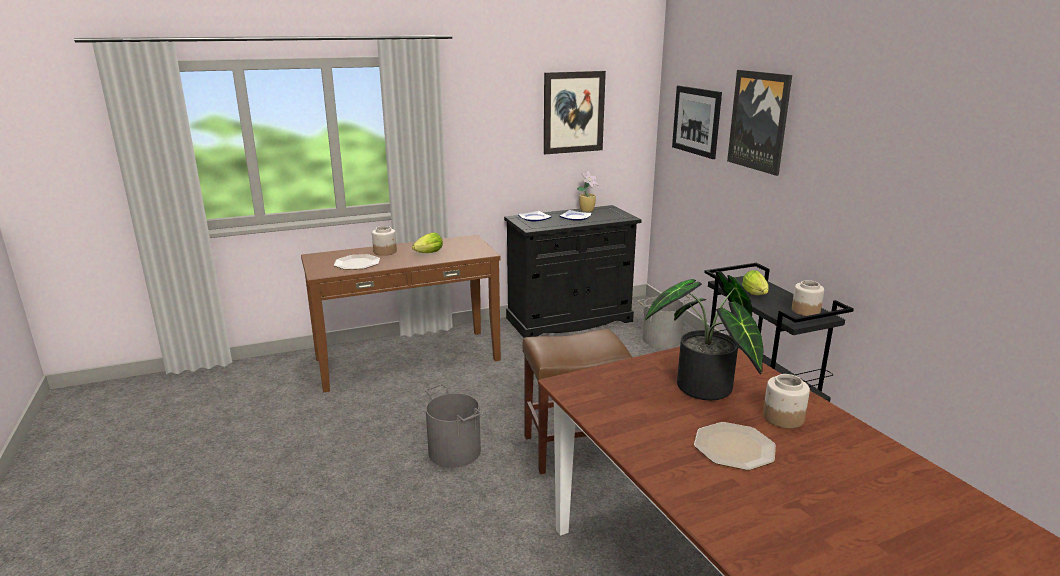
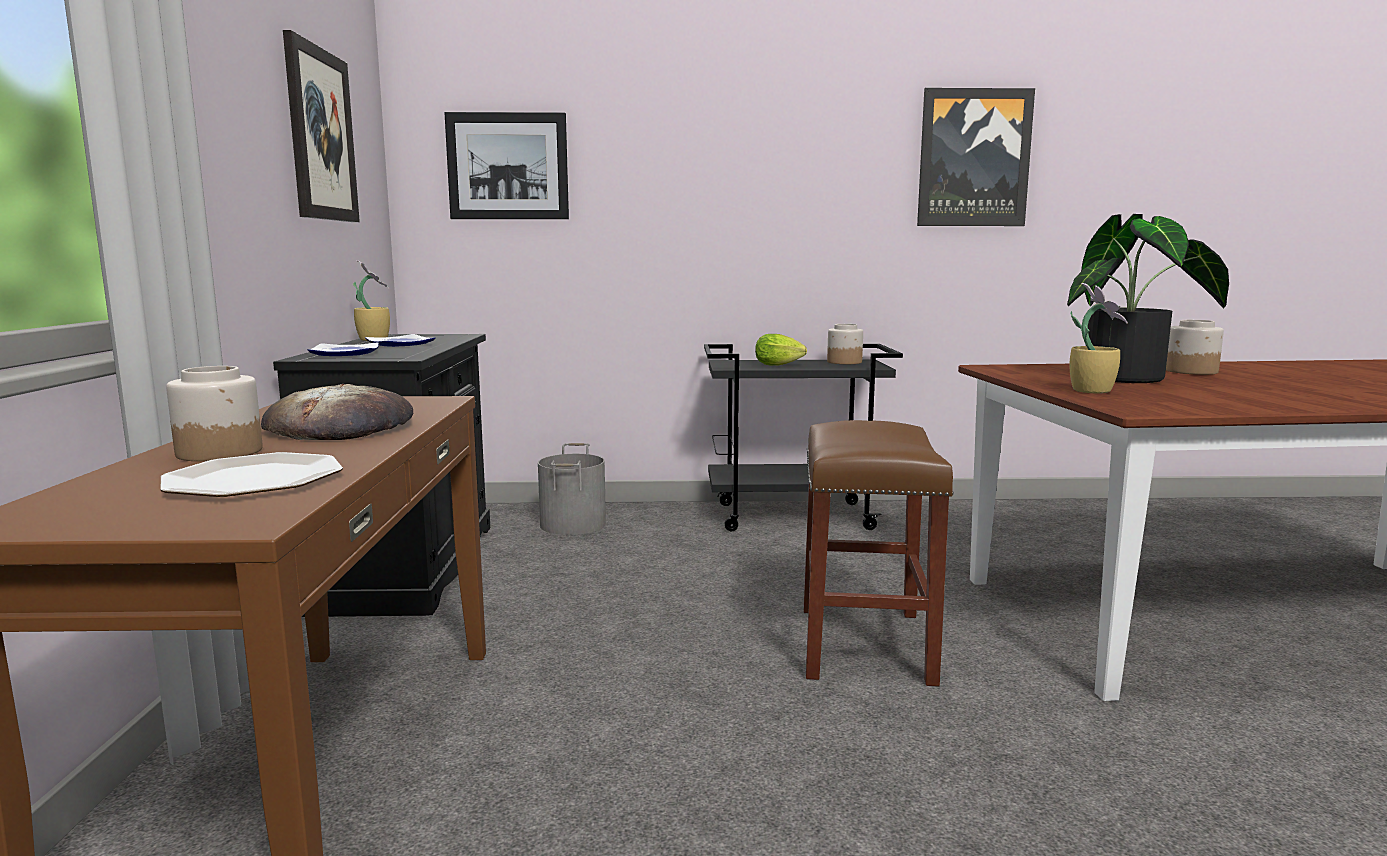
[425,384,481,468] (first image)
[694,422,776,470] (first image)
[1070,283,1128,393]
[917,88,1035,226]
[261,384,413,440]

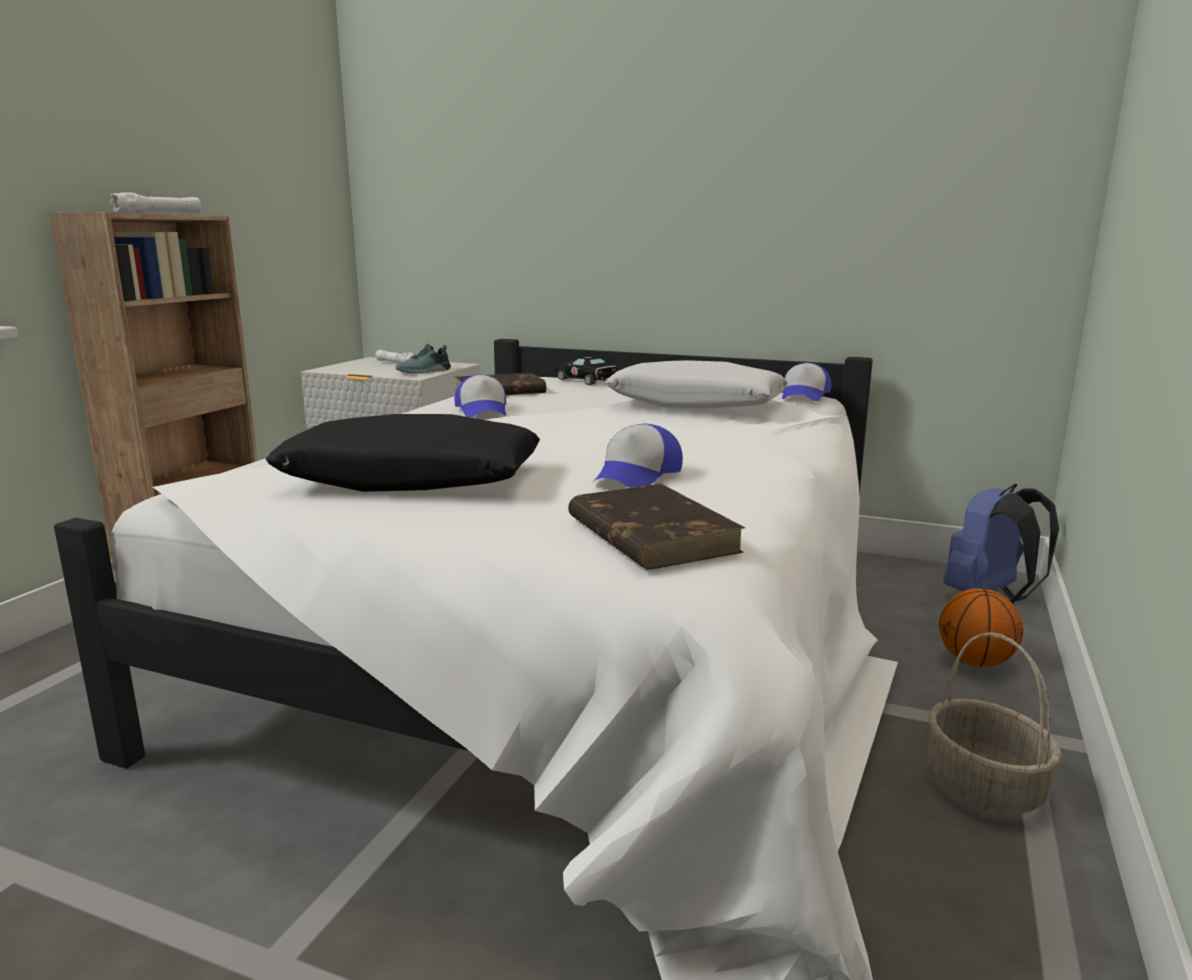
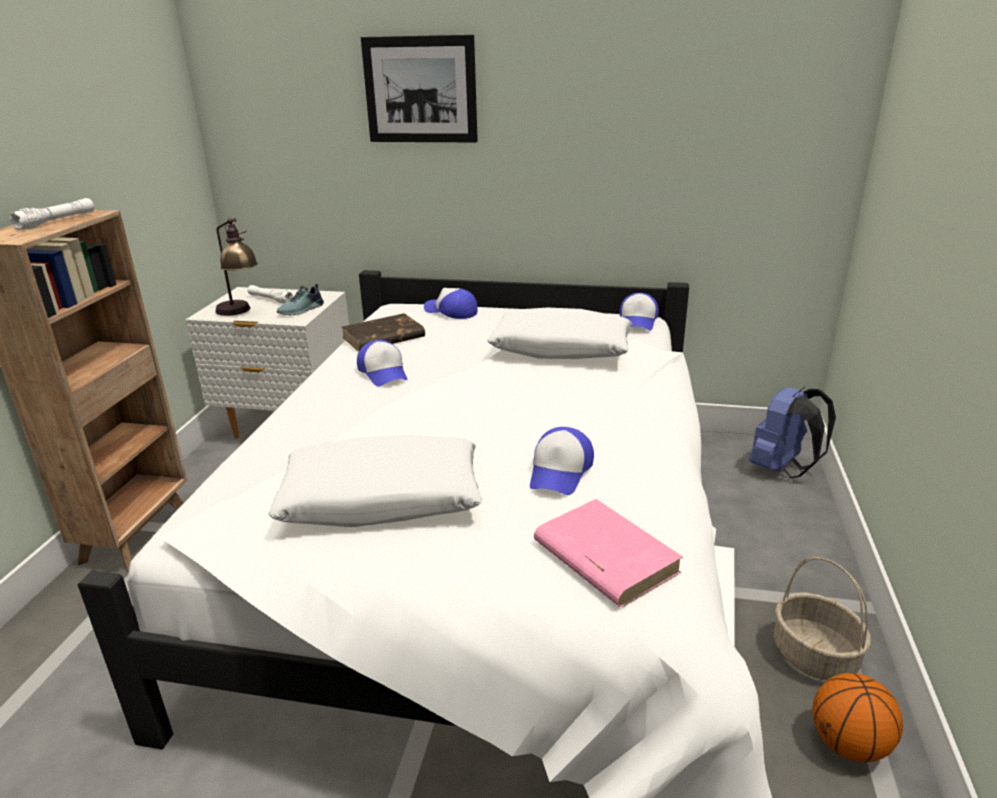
[215,218,258,316]
[361,35,478,142]
[812,673,903,762]
[424,288,478,319]
[268,435,483,527]
[534,499,683,607]

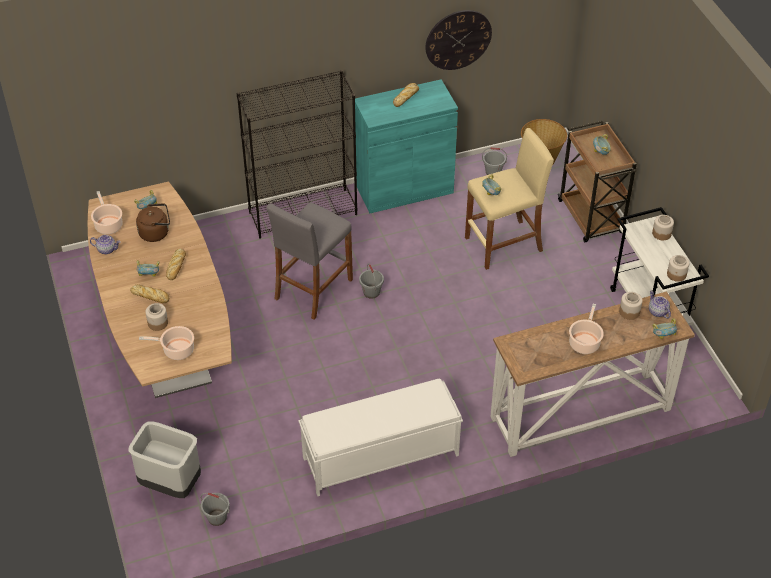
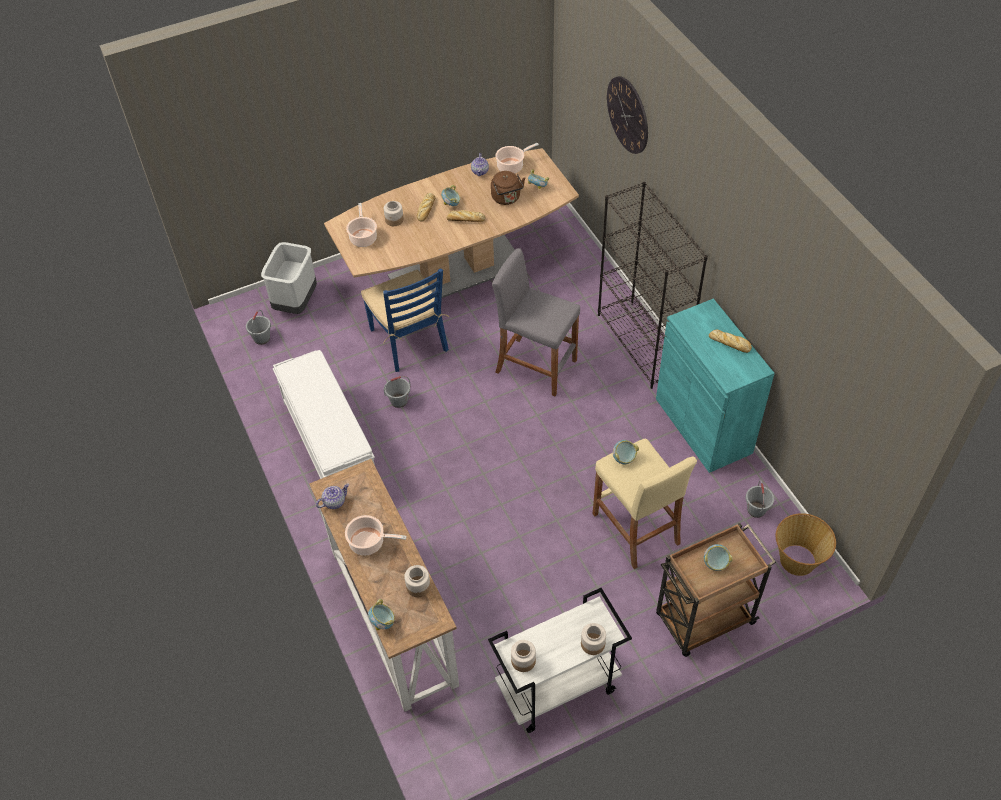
[361,268,449,372]
[383,376,411,408]
[607,76,648,154]
[316,483,349,509]

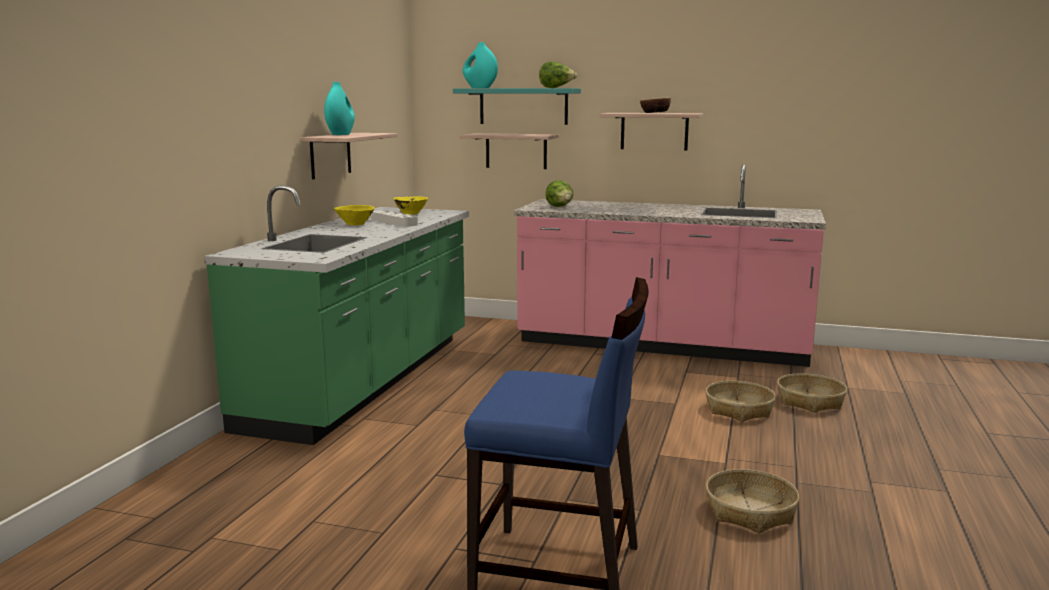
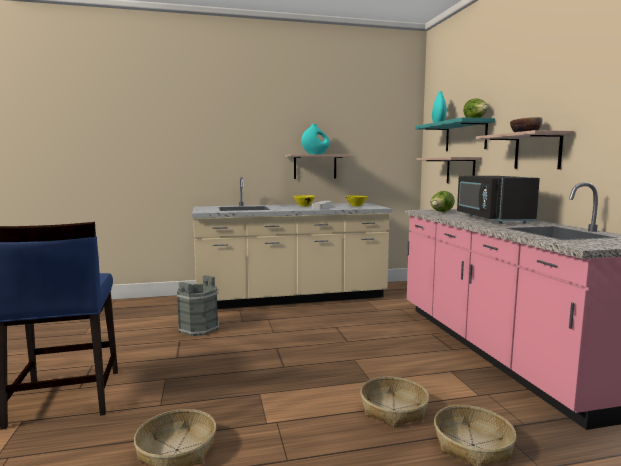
[176,275,220,336]
[457,176,540,224]
[192,177,392,309]

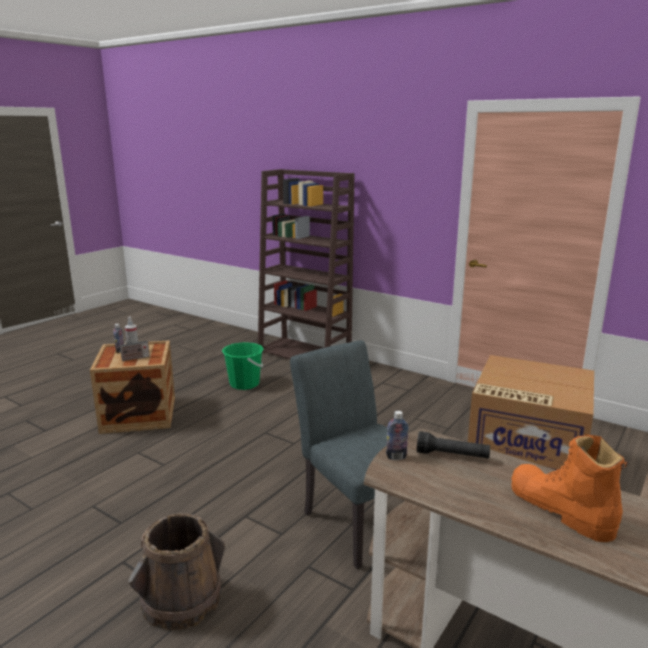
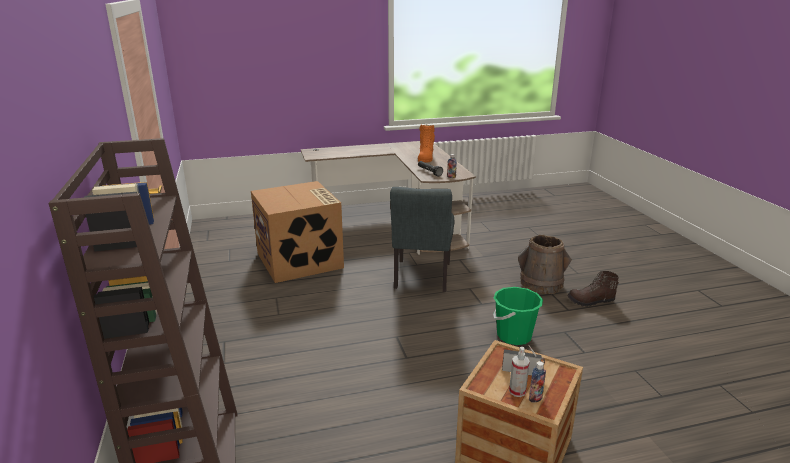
[567,271,619,307]
[493,287,543,345]

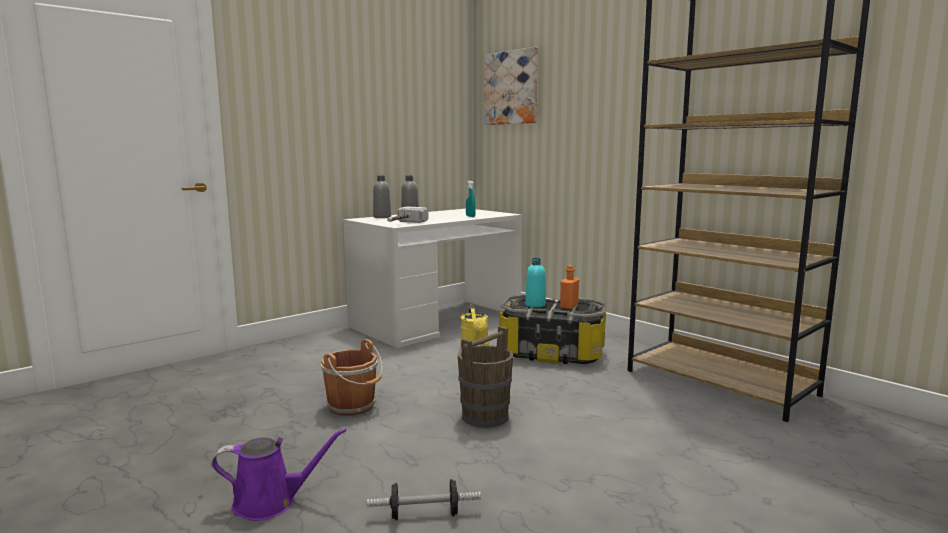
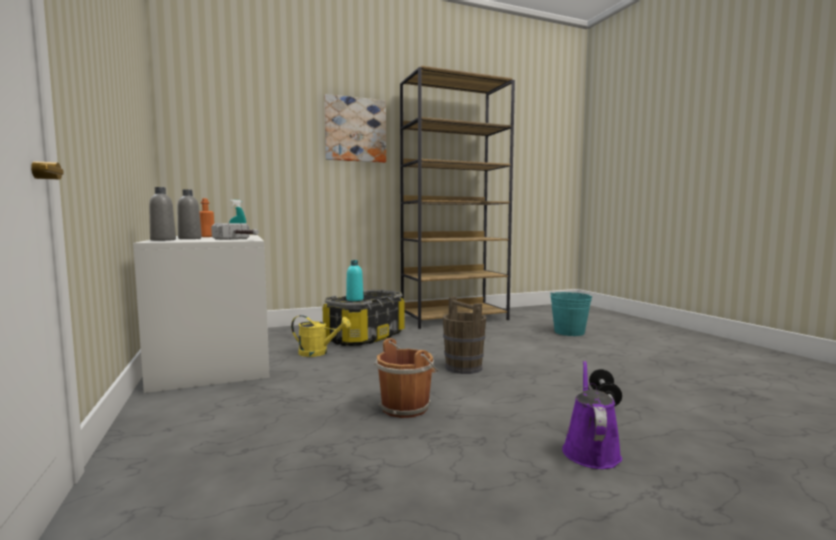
[550,292,592,336]
[324,94,386,163]
[199,198,214,237]

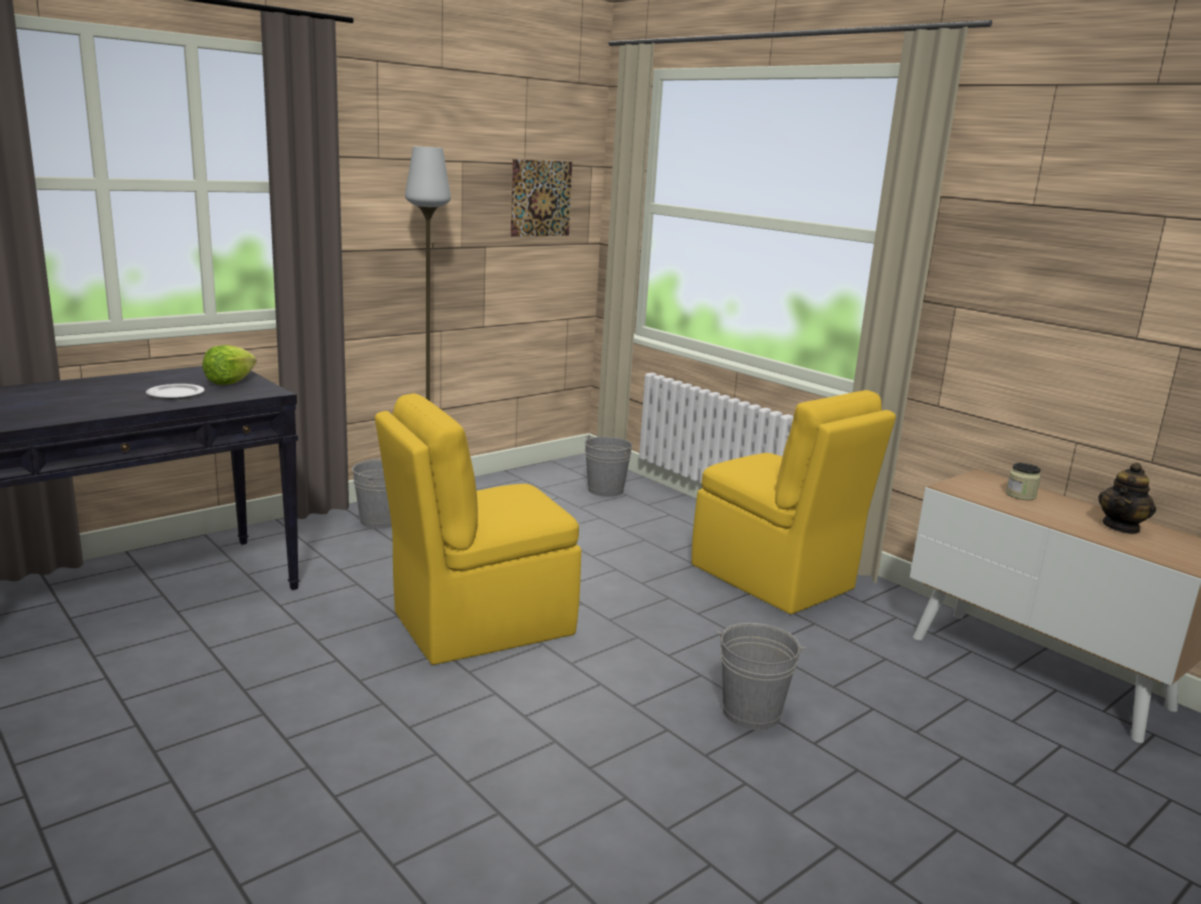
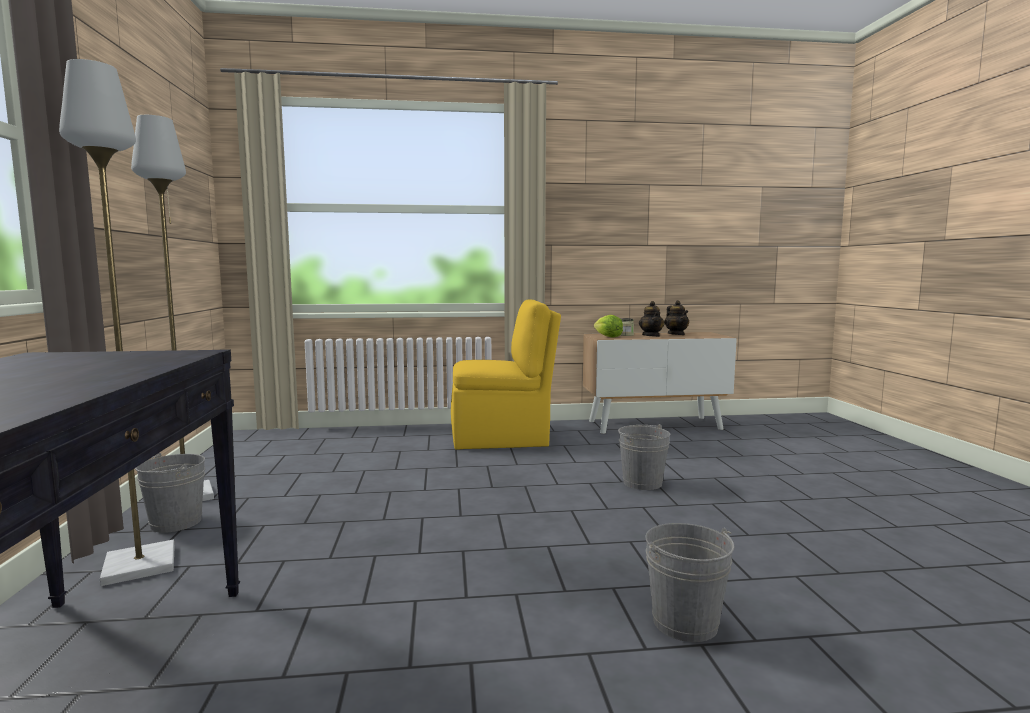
[146,384,205,399] (first image)
[375,393,581,665] (first image)
[511,159,572,237] (first image)
[59,59,175,586]
[639,301,665,337]
[594,315,623,338]
[645,523,734,642]

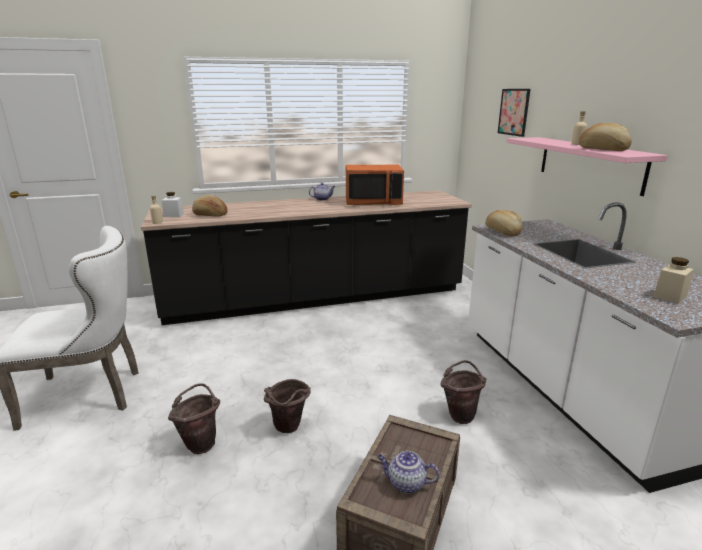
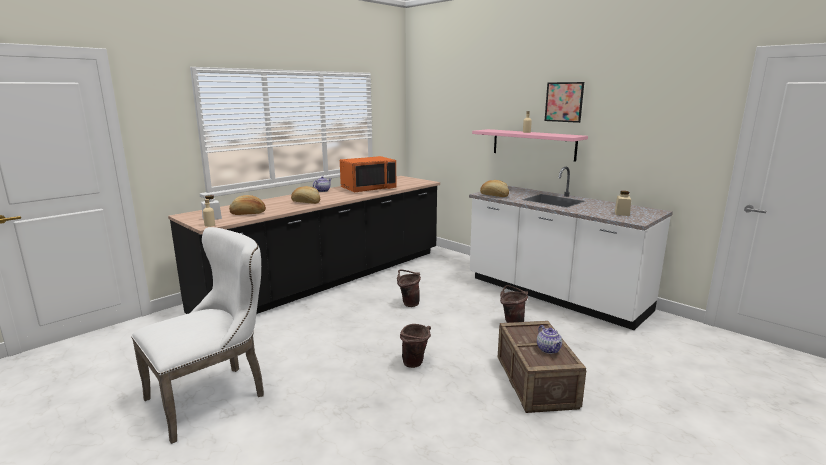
[397,269,421,307]
[545,82,584,123]
[291,186,320,204]
[537,325,562,354]

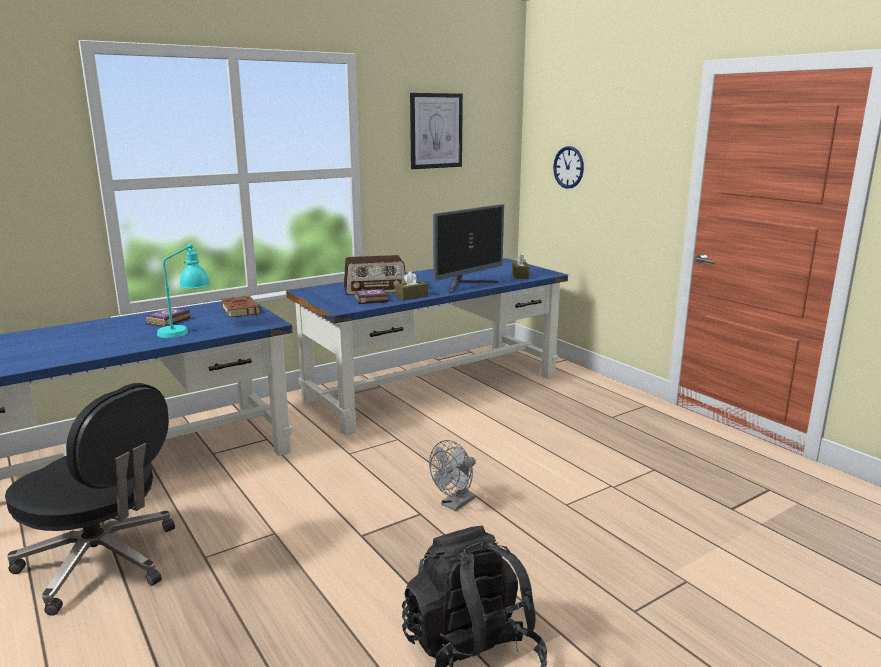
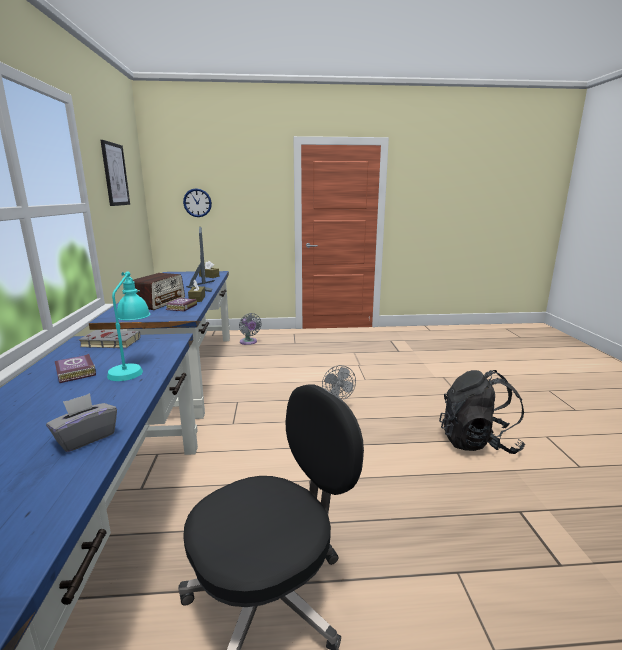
[46,393,117,452]
[239,313,262,345]
[79,330,141,348]

